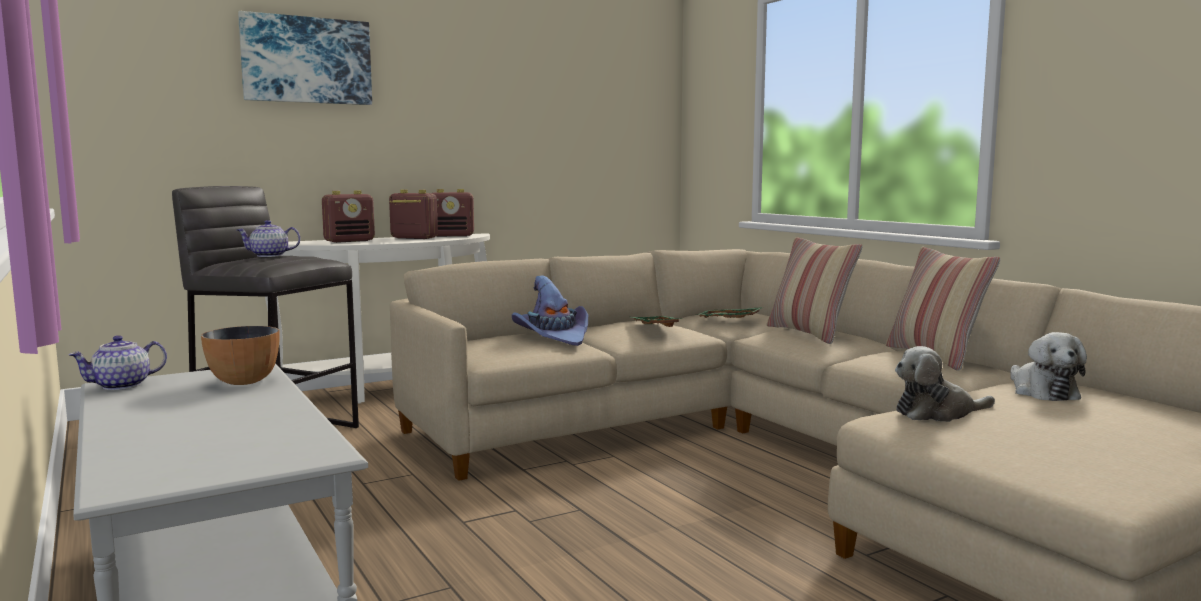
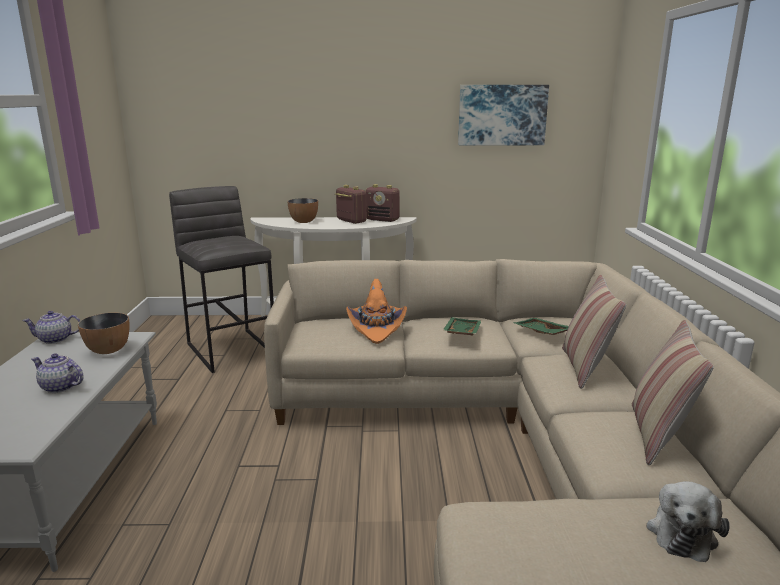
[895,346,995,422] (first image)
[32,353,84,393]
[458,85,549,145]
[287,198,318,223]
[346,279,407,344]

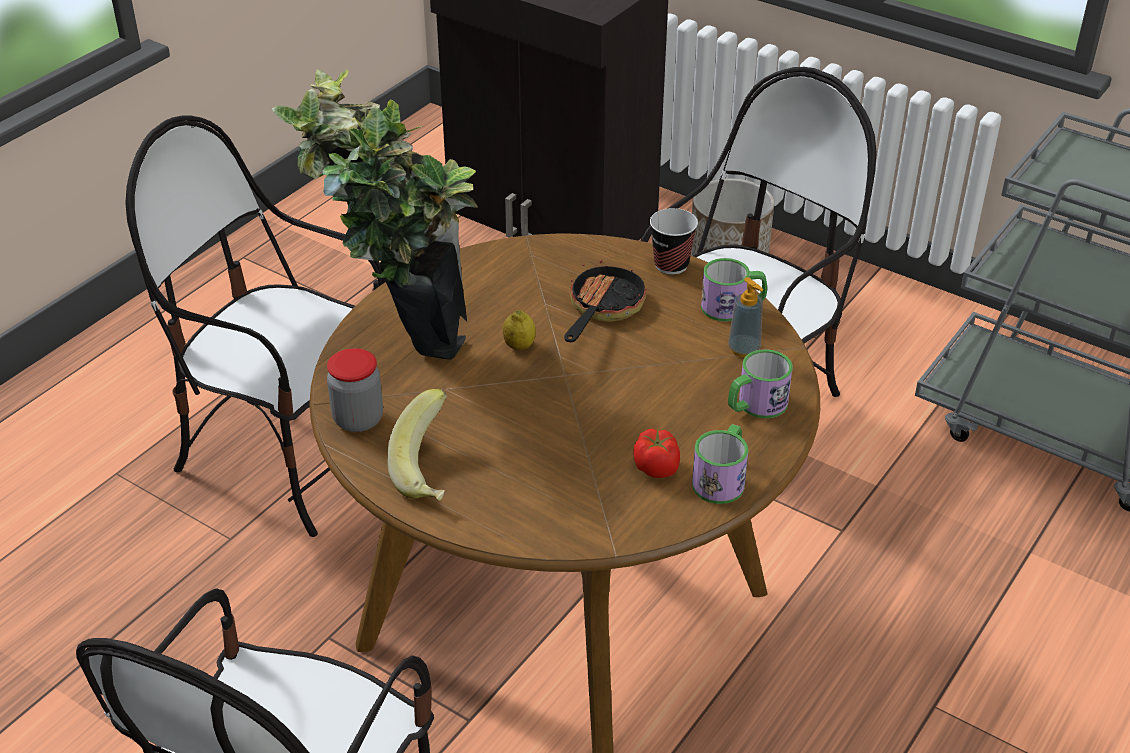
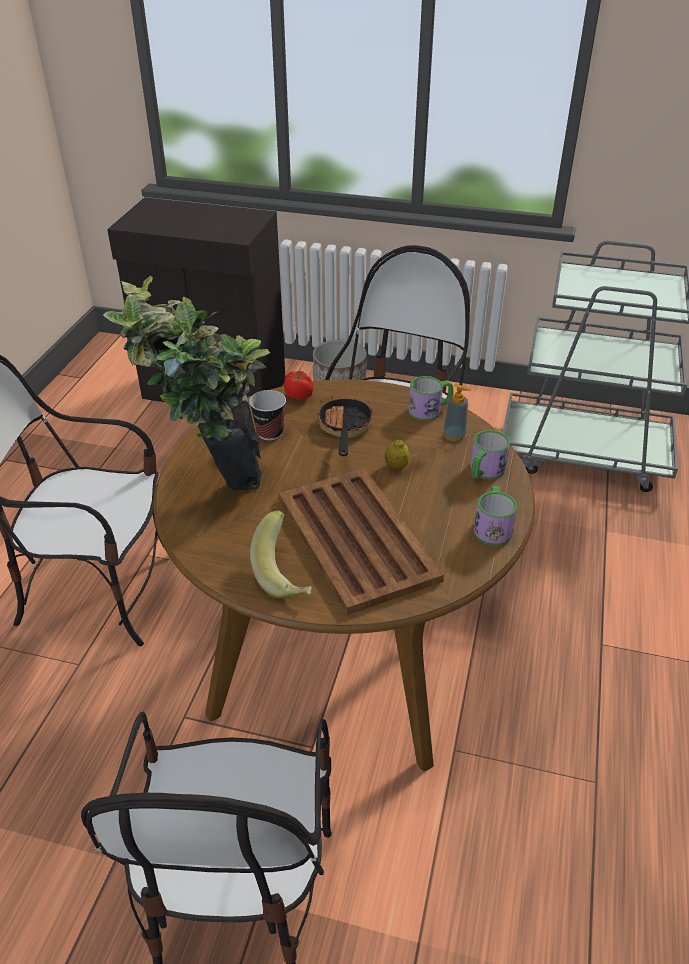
[327,348,383,432] (first image)
[279,468,444,615]
[385,440,410,470]
[284,370,314,400]
[249,390,286,441]

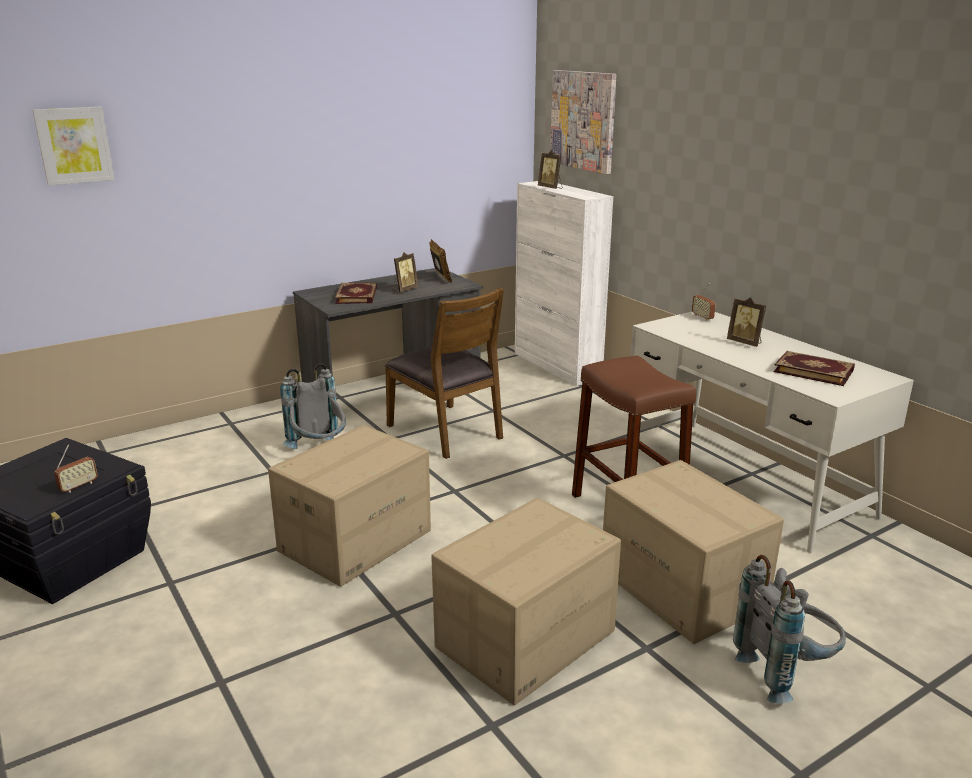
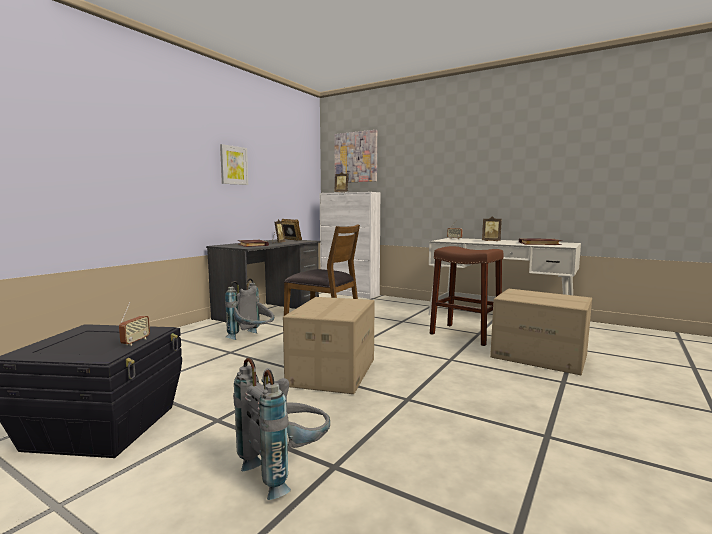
[431,498,621,705] (first image)
[220,144,248,185]
[233,358,330,500]

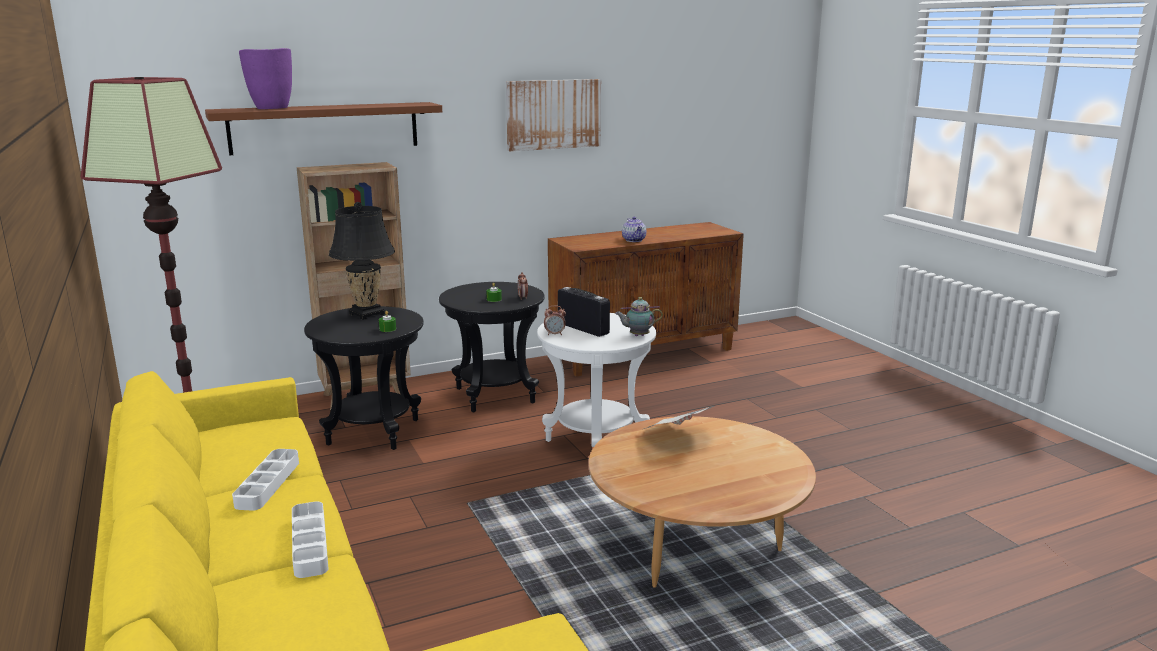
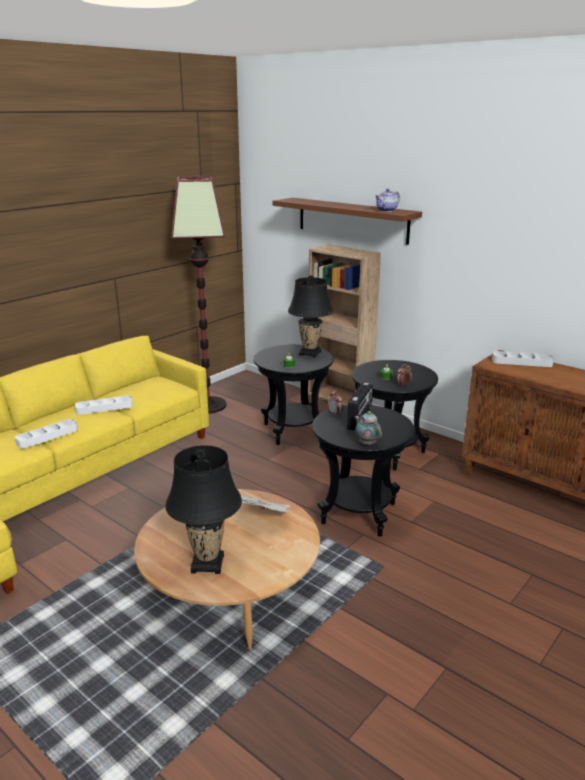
[239,48,292,109] (first image)
[506,79,601,151] (first image)
[165,445,242,574]
[492,351,554,367]
[375,189,400,212]
[312,405,415,536]

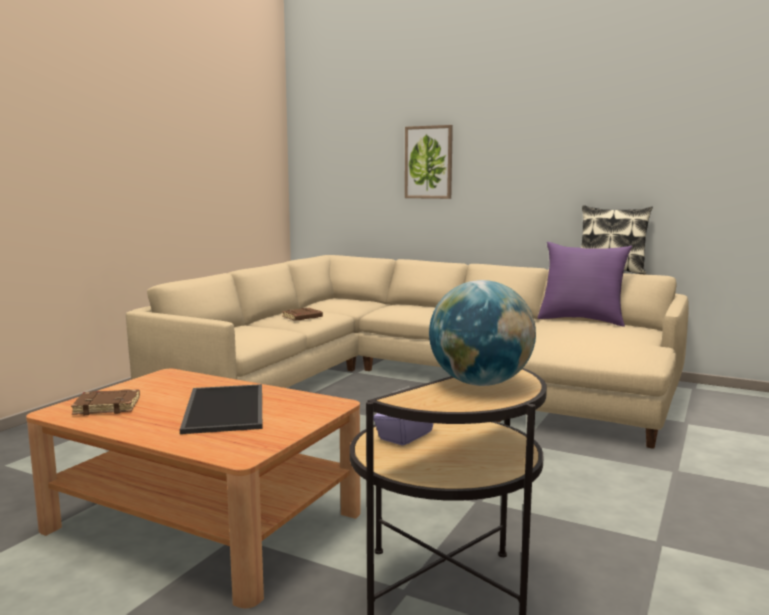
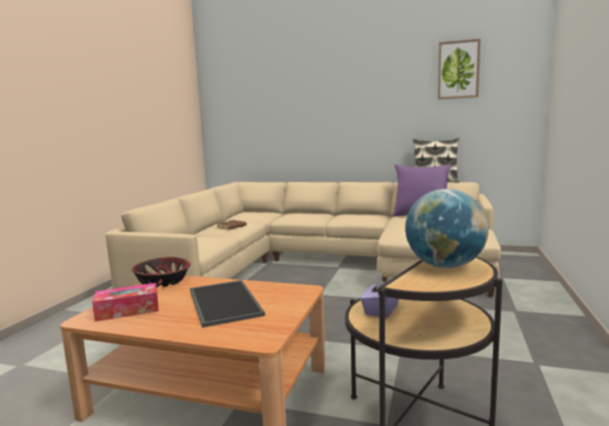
[132,257,191,287]
[438,39,480,99]
[92,283,159,322]

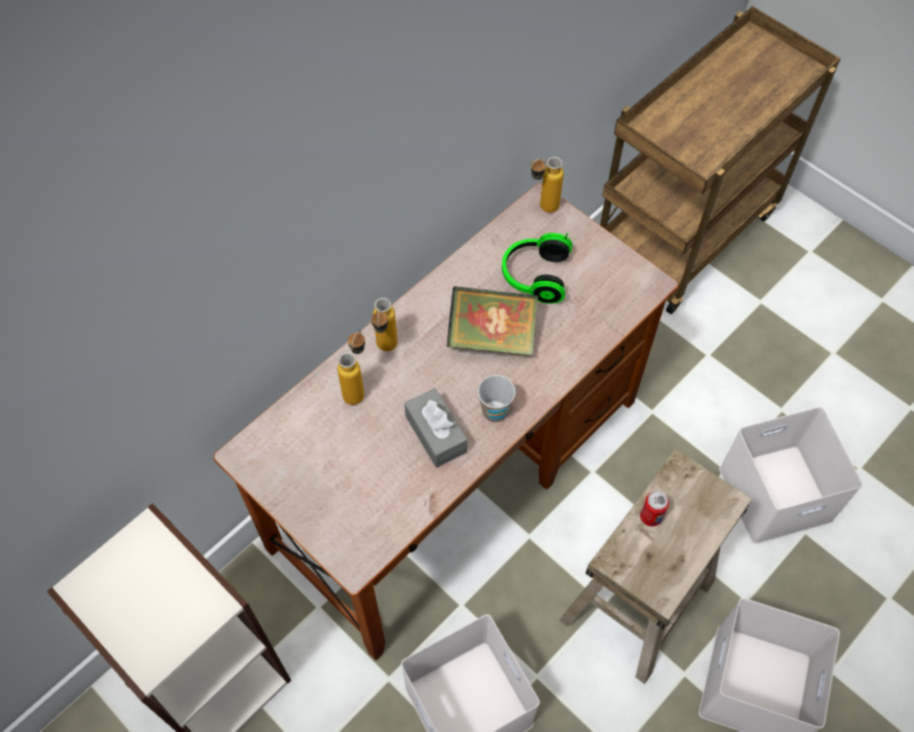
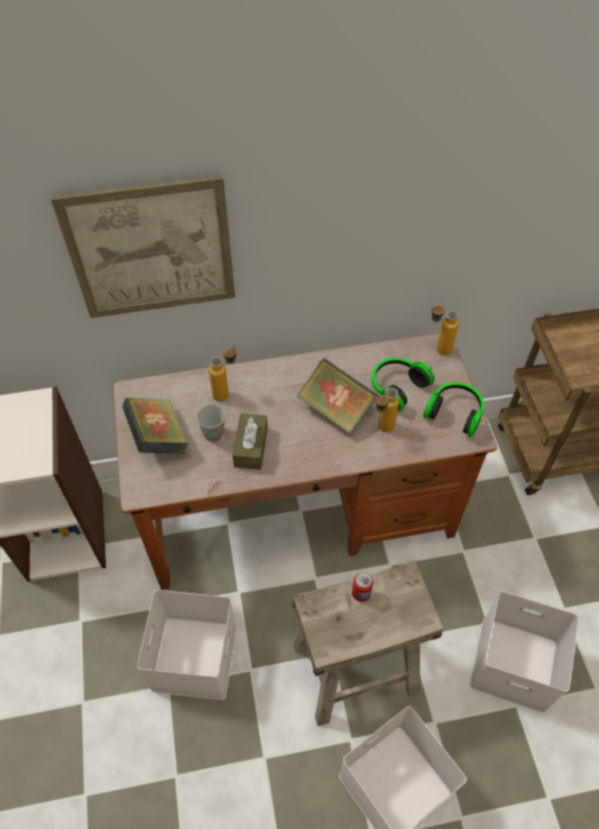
[51,175,235,318]
[122,398,189,453]
[423,382,485,437]
[375,388,399,432]
[196,404,226,442]
[232,413,268,470]

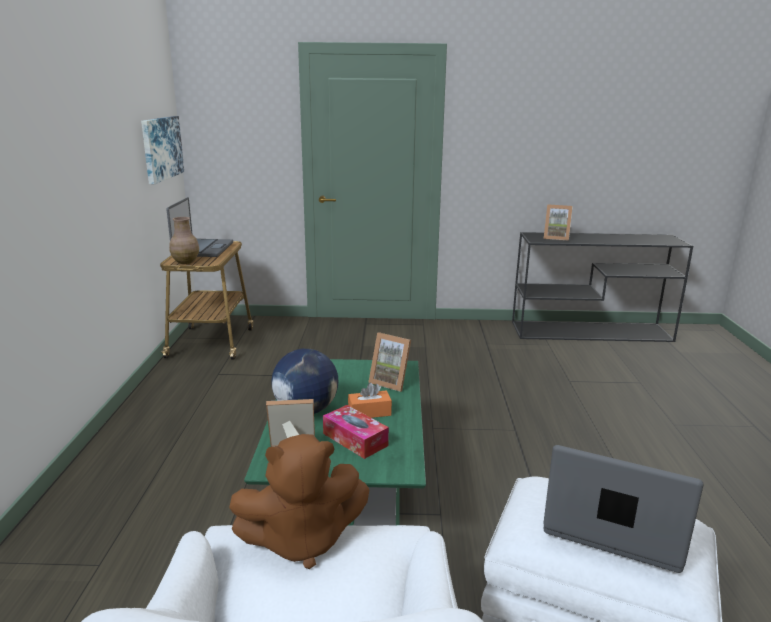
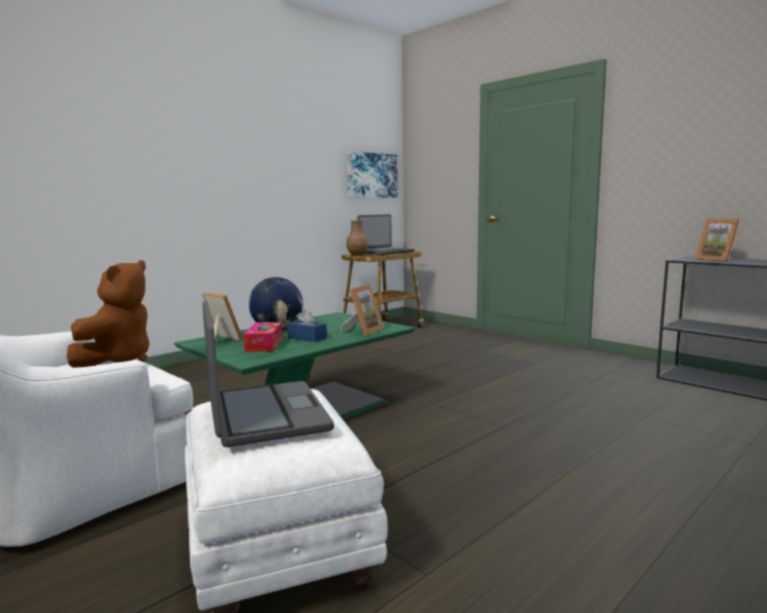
[288,309,327,342]
[67,260,150,368]
[341,284,384,336]

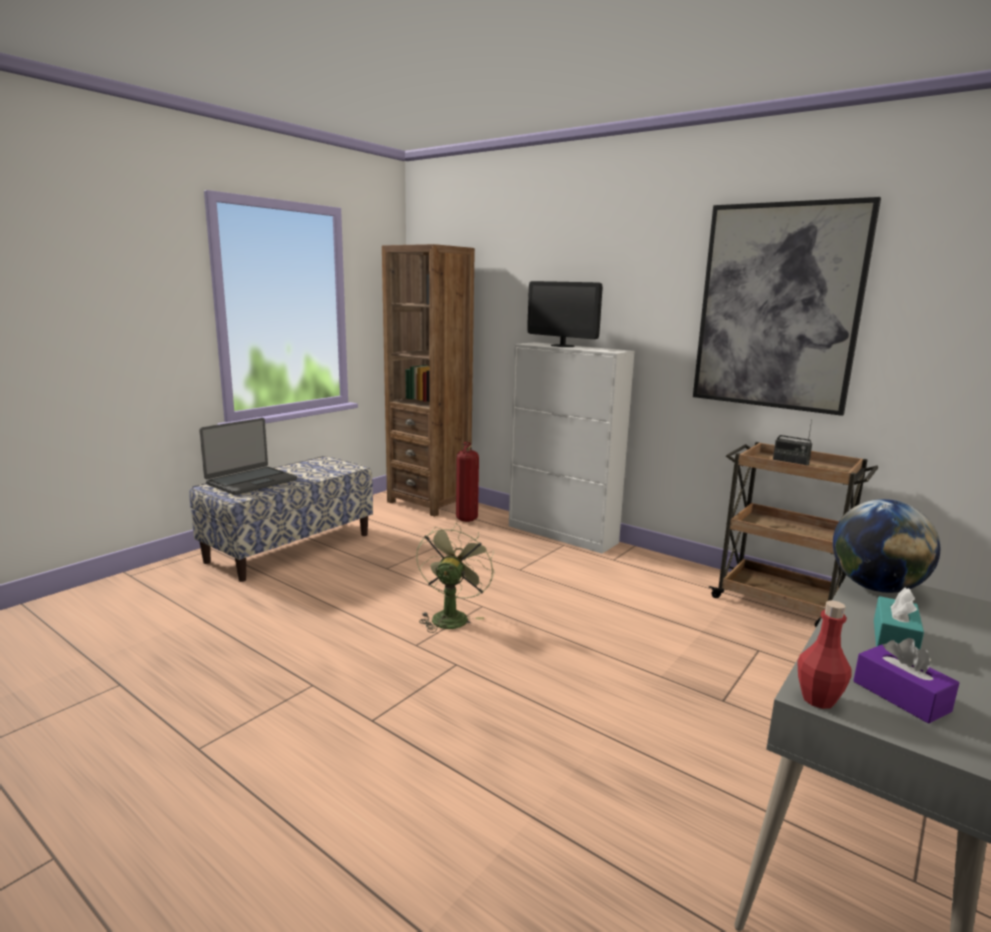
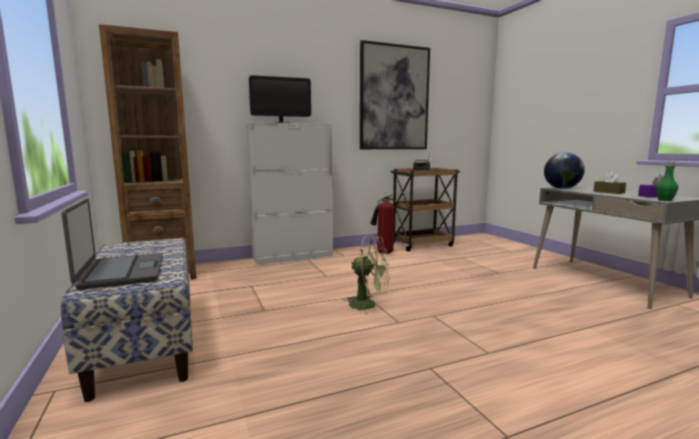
[370,195,396,254]
[656,162,678,201]
[594,172,626,194]
[344,235,389,315]

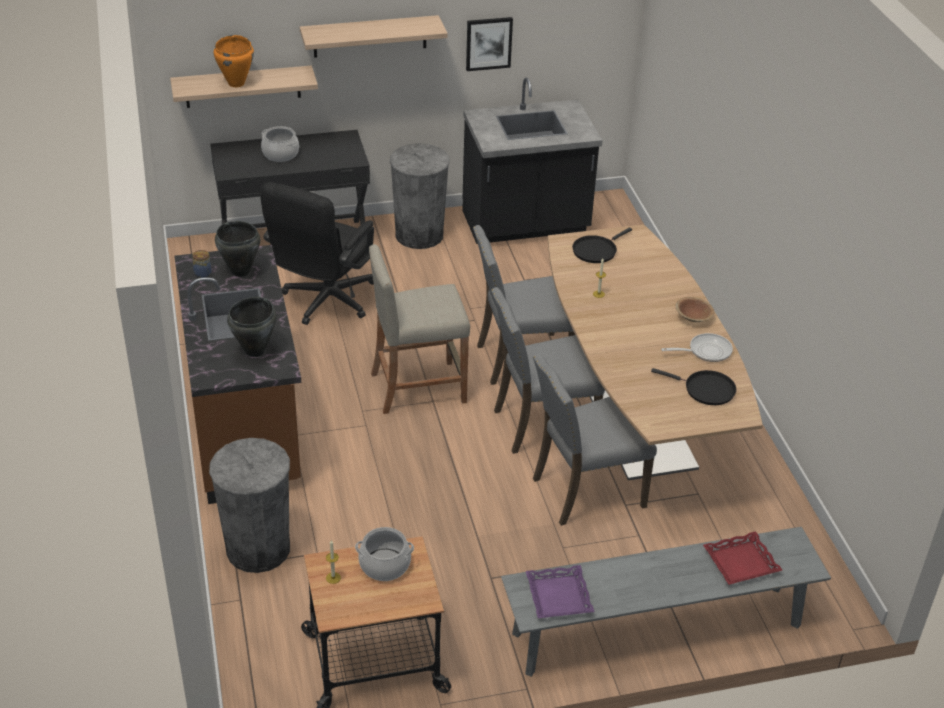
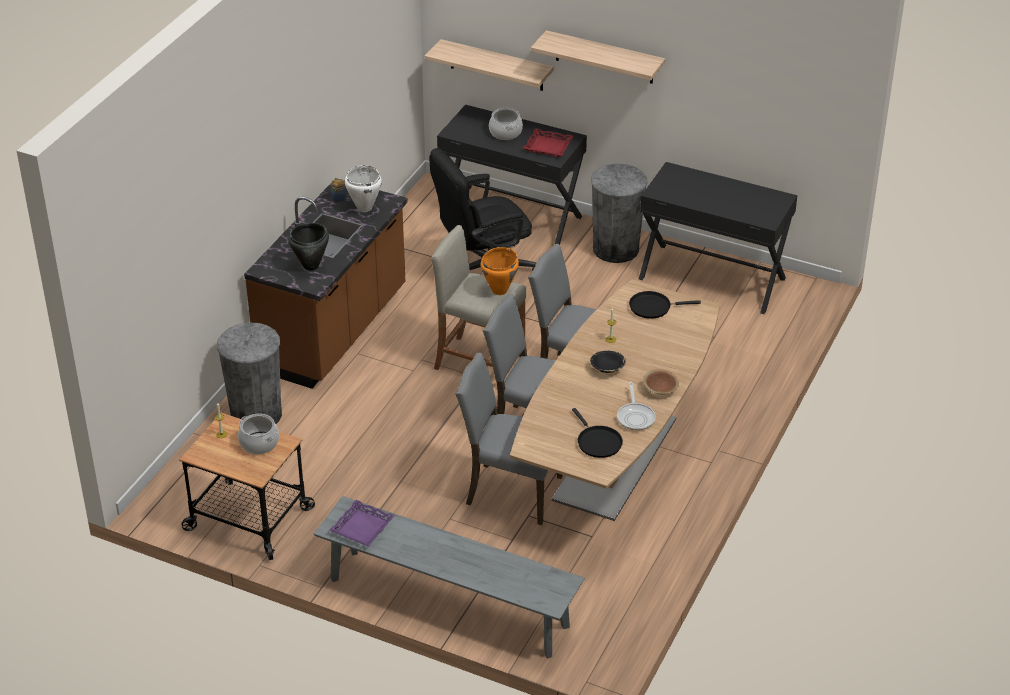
[466,17,513,71] (first image)
[590,351,626,373]
[480,247,519,295]
[523,128,573,157]
[639,162,798,314]
[345,165,382,212]
[617,382,656,430]

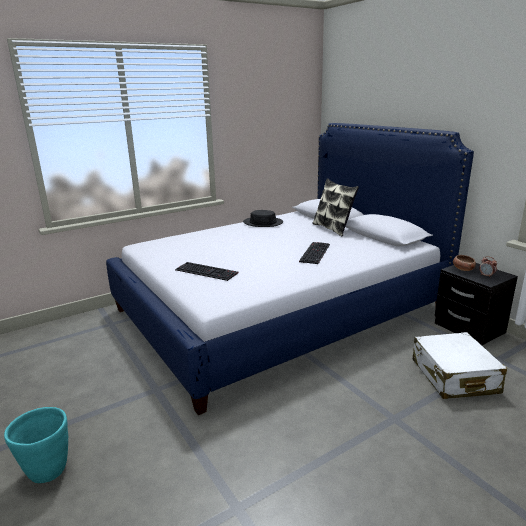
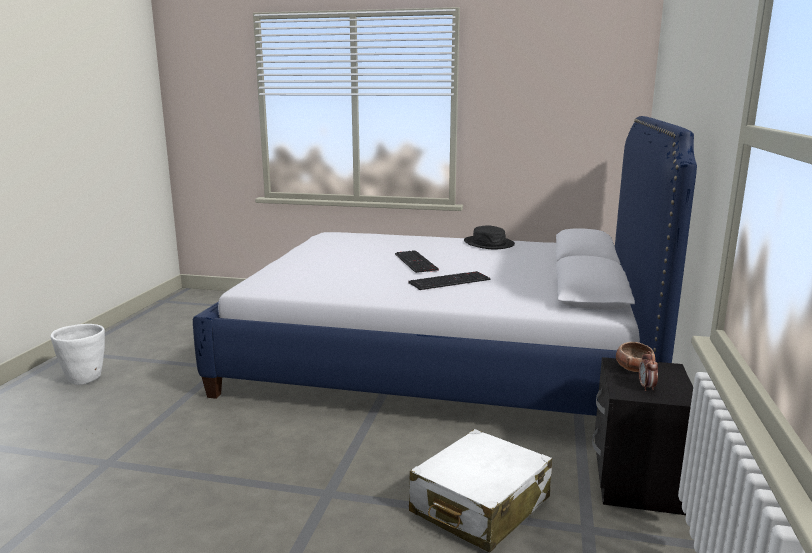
[312,178,359,236] (first image)
[395,250,439,273]
[51,324,105,385]

